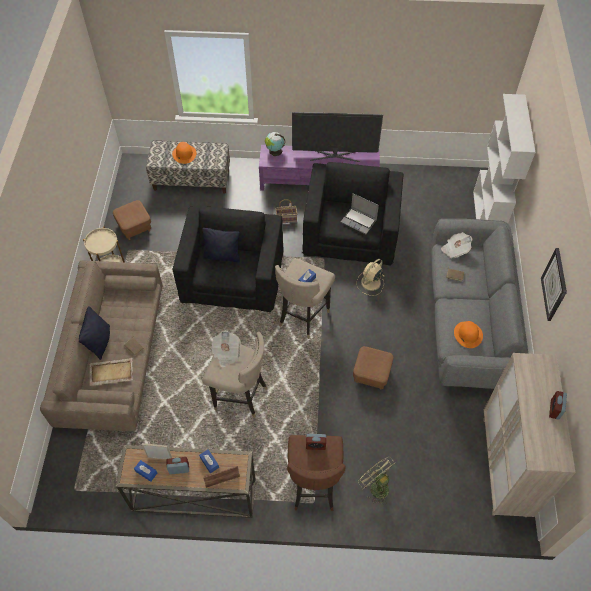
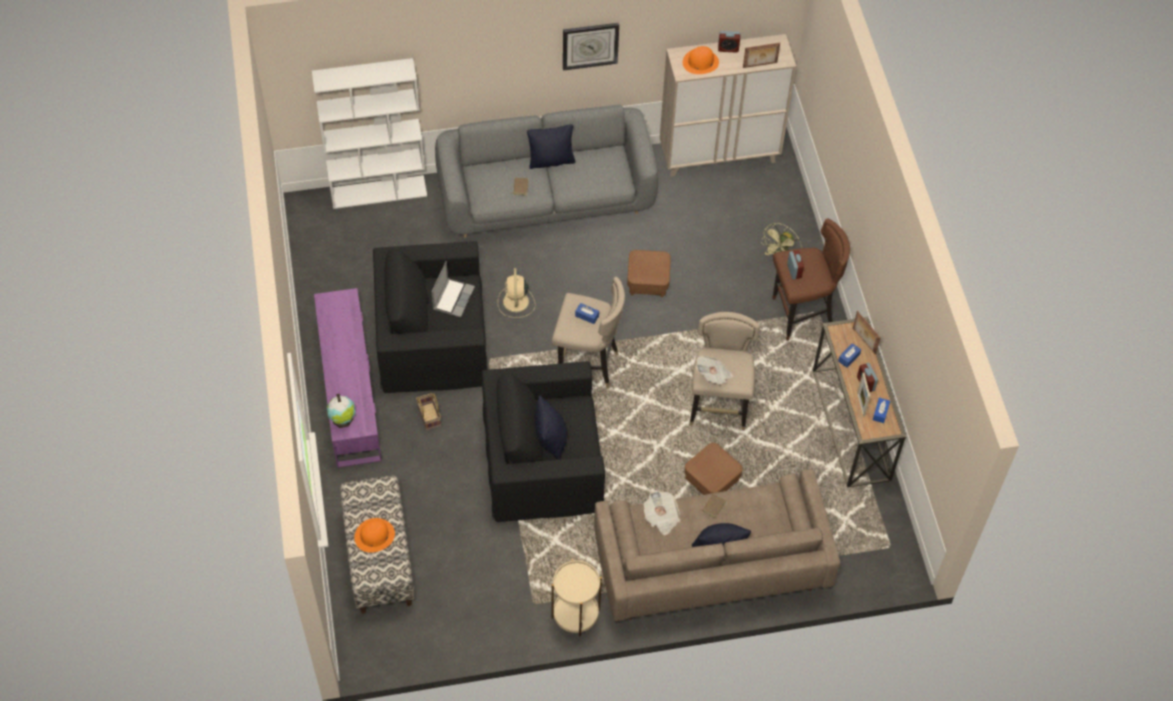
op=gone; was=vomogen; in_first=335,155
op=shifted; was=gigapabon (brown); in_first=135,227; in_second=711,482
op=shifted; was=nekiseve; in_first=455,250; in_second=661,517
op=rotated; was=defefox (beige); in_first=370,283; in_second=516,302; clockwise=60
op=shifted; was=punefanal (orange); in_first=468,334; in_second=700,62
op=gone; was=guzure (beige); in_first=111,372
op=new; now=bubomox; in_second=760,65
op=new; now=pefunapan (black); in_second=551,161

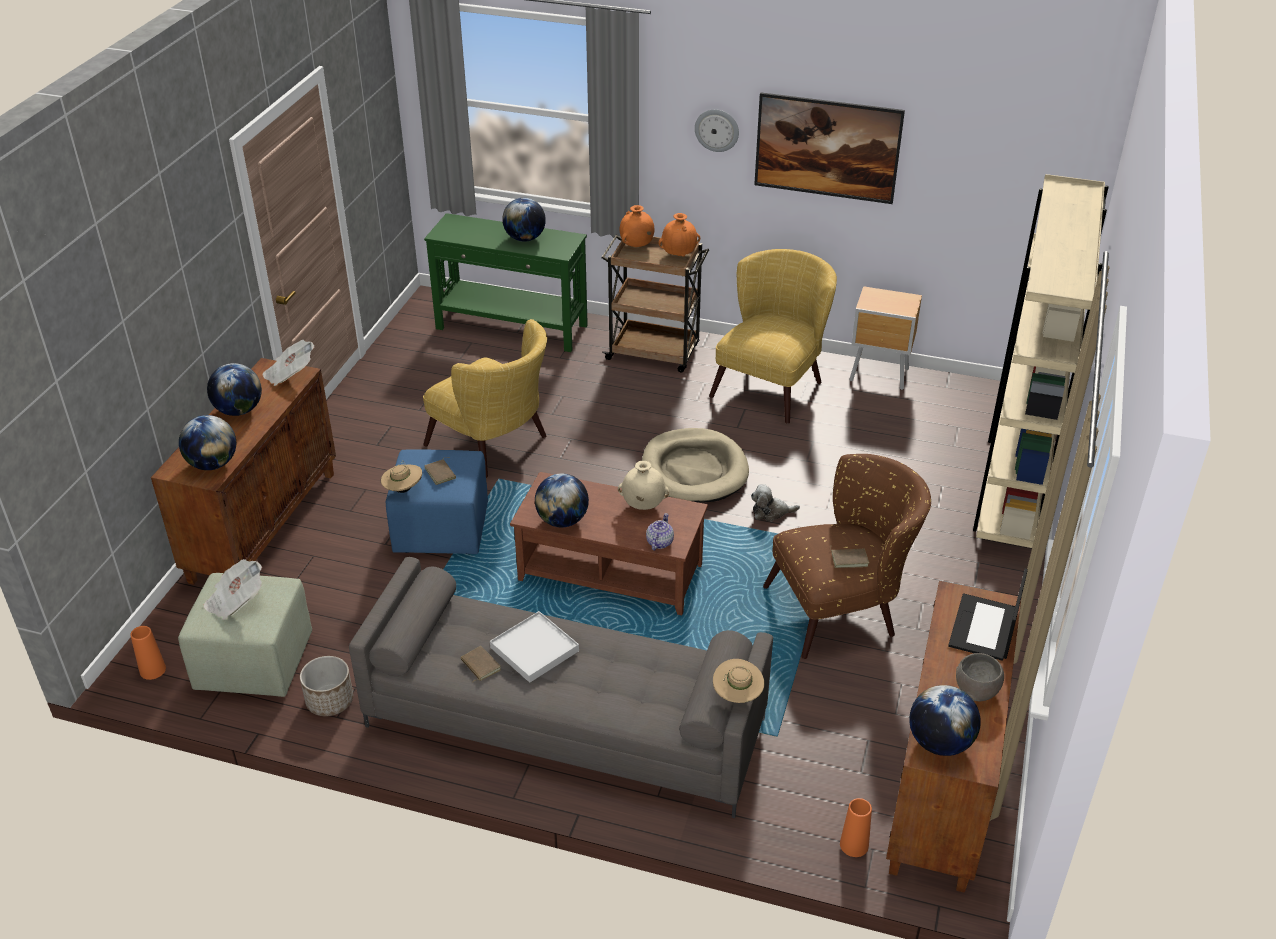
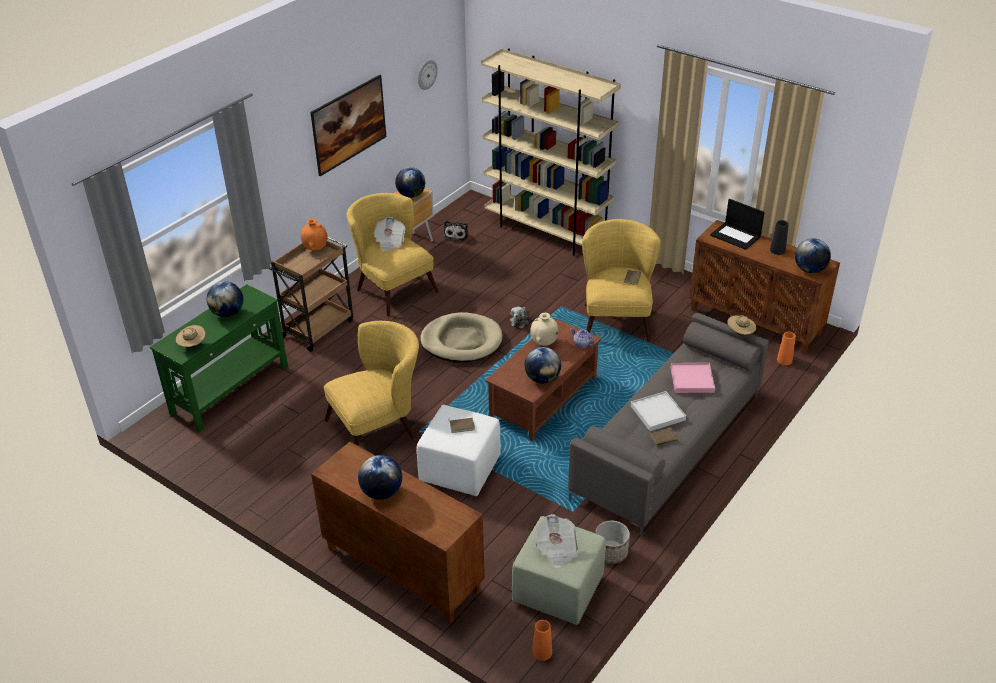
op=shifted; was=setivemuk; in_first=717,130; in_second=426,74
op=gone; was=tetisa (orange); in_first=636,246
op=shifted; was=nekiseve; in_first=290,374; in_second=390,242
op=shifted; was=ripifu; in_first=213,464; in_second=411,195
op=repainted; was=gigapabon (blue); now=gigapabon (white); in_first=440,530; in_second=460,470
op=repainted; was=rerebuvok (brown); now=rerebuvok (yellow); in_first=842,609; in_second=616,317
op=shifted; was=punefanal (beige); in_first=403,489; in_second=192,345
op=swapped; was=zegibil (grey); now=tetisa (black); in_first=976,690; in_second=777,250
op=new; now=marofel; in_second=456,234
op=new; now=guzure (pink); in_second=692,380

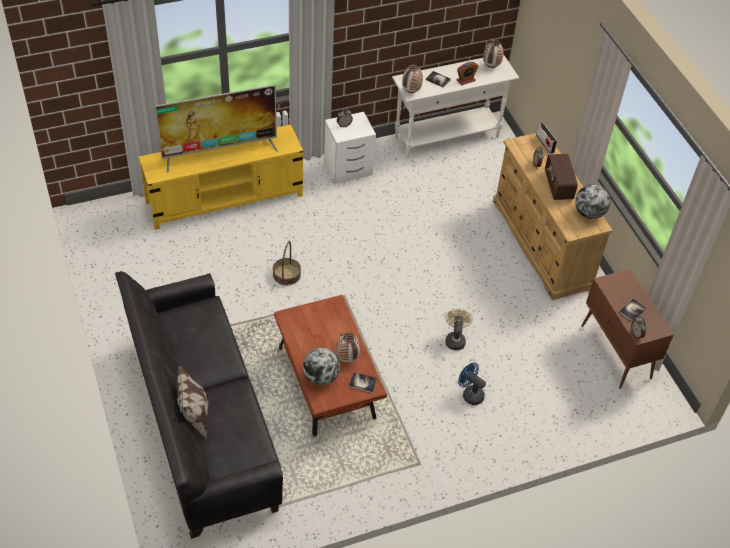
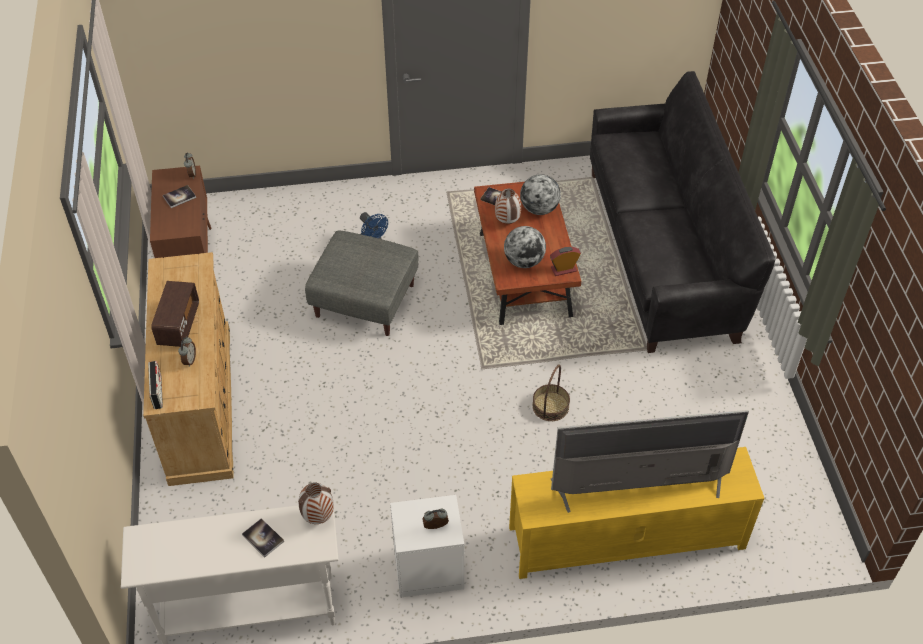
op=gone; was=tetisa; in_first=491,67
op=shifted; was=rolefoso; in_first=466,80; in_second=564,269
op=shifted; was=ripifu; in_first=589,213; in_second=523,261
op=swapped; was=defefox (beige); now=gigapabon (grey); in_first=455,339; in_second=365,300
op=gone; was=pefunapan; in_first=195,417

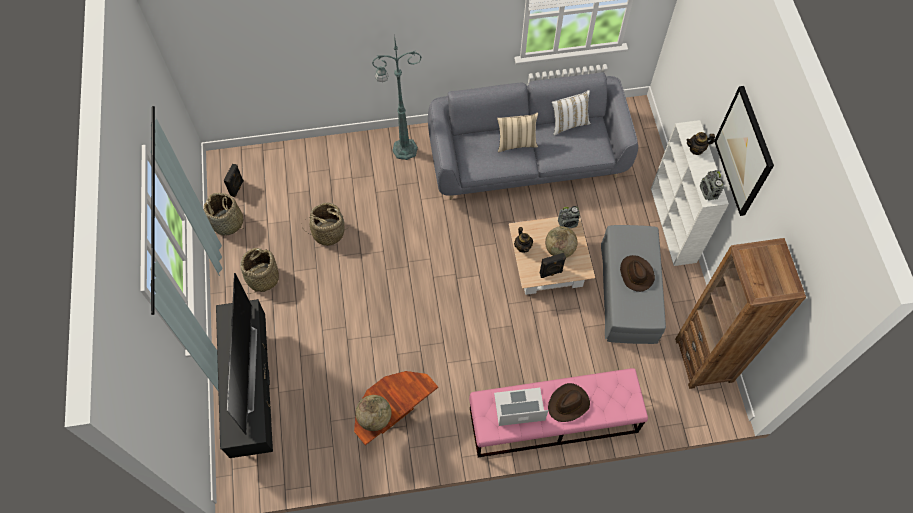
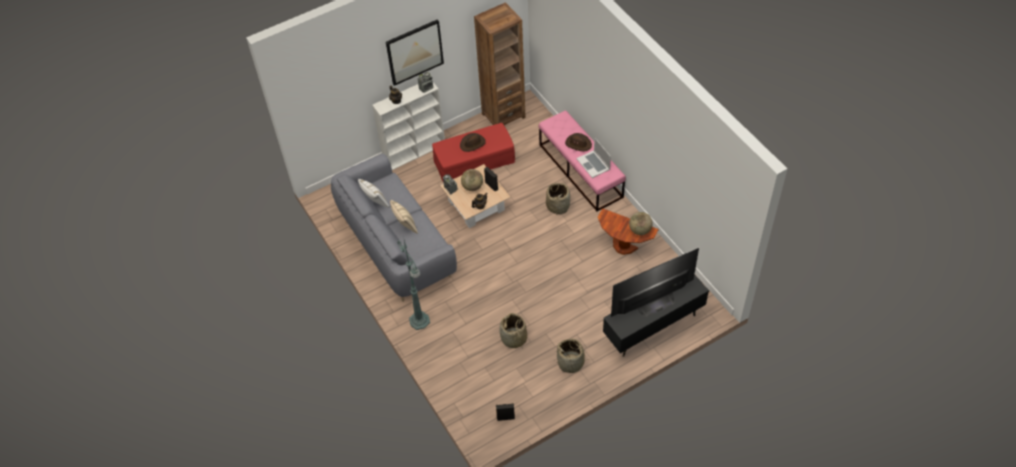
op=shifted; was=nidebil; in_first=228,223; in_second=558,206
op=repainted; was=gigapabon (grey); now=gigapabon (red); in_first=629,290; in_second=474,160

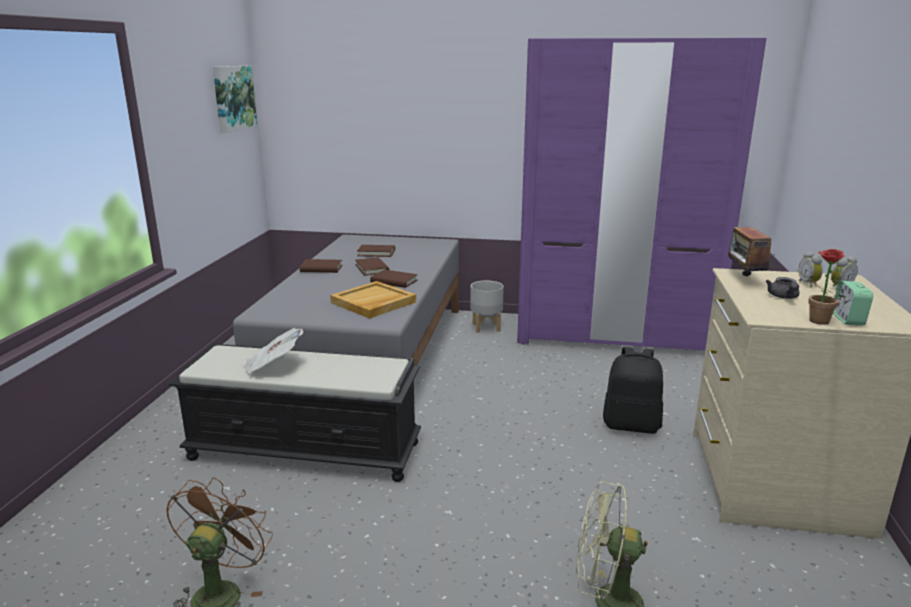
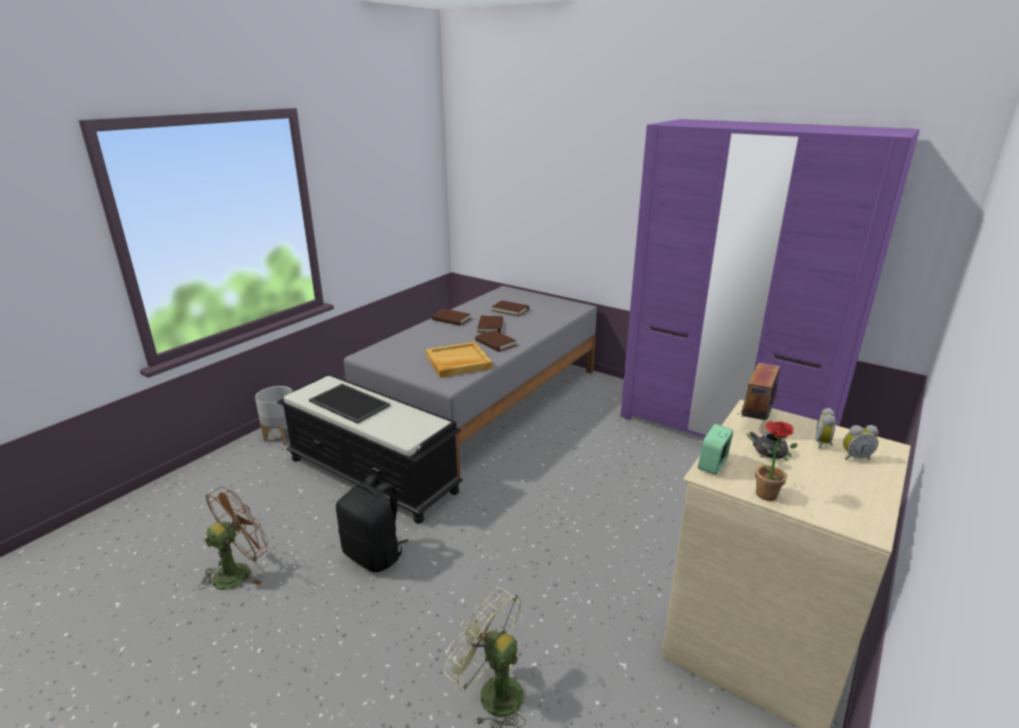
op=gone; was=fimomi; in_first=233,98
op=shifted; was=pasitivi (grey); in_first=486,327; in_second=282,436
op=shifted; was=rolefoso; in_first=848,319; in_second=713,465
op=swapped; was=nekiseve; now=guzure; in_first=272,366; in_second=348,403
op=shifted; was=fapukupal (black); in_first=631,425; in_second=374,555

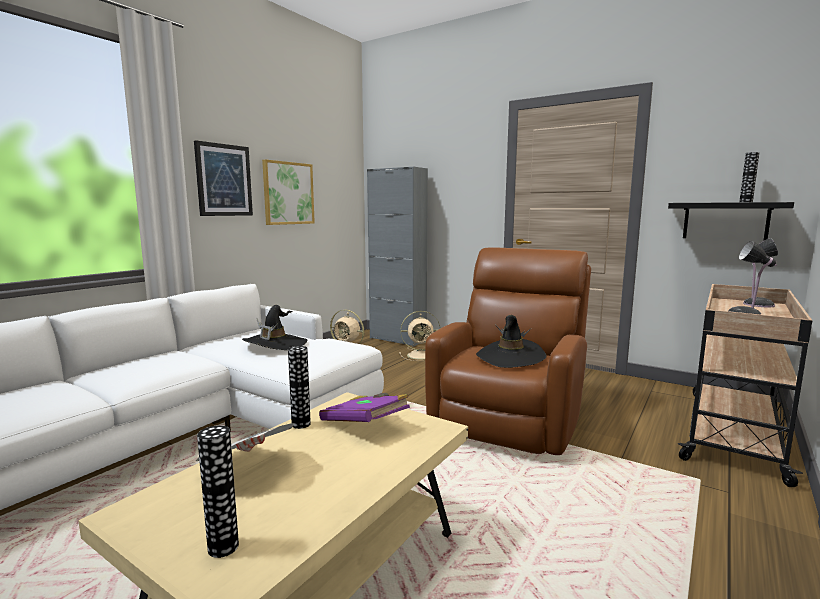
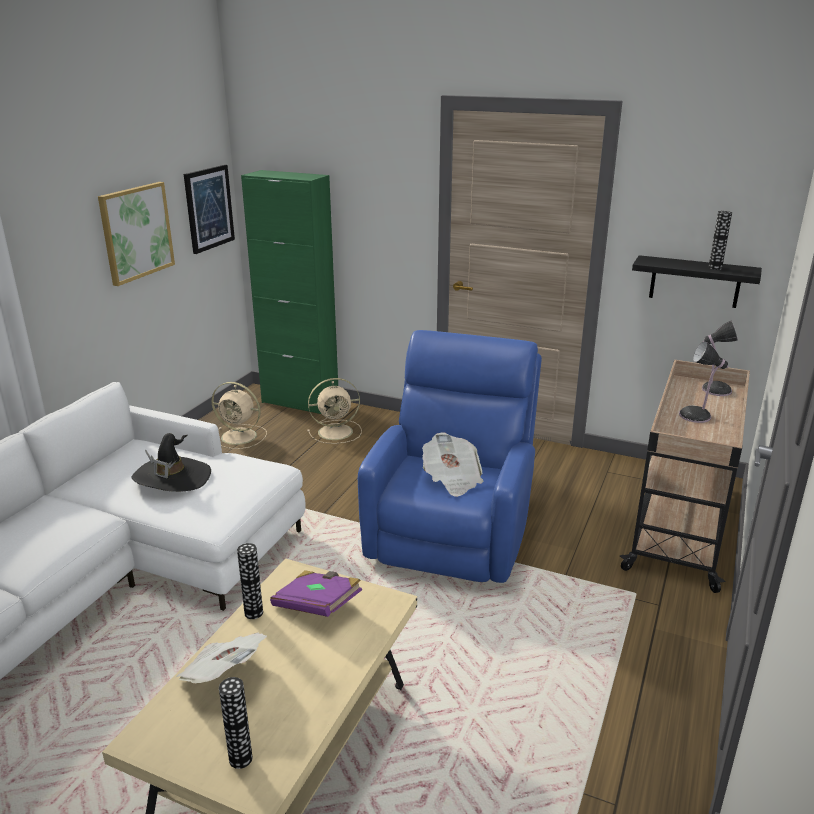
op=shifted; was=fimomi; in_first=224,180; in_second=209,208
op=repainted; was=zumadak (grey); now=zumadak (green); in_first=397,339; in_second=300,402
op=repainted; was=rerebuvok (brown); now=rerebuvok (blue); in_first=510,420; in_second=452,533
op=swapped; was=punefanal (black); now=nekiseve; in_first=510,357; in_second=452,479

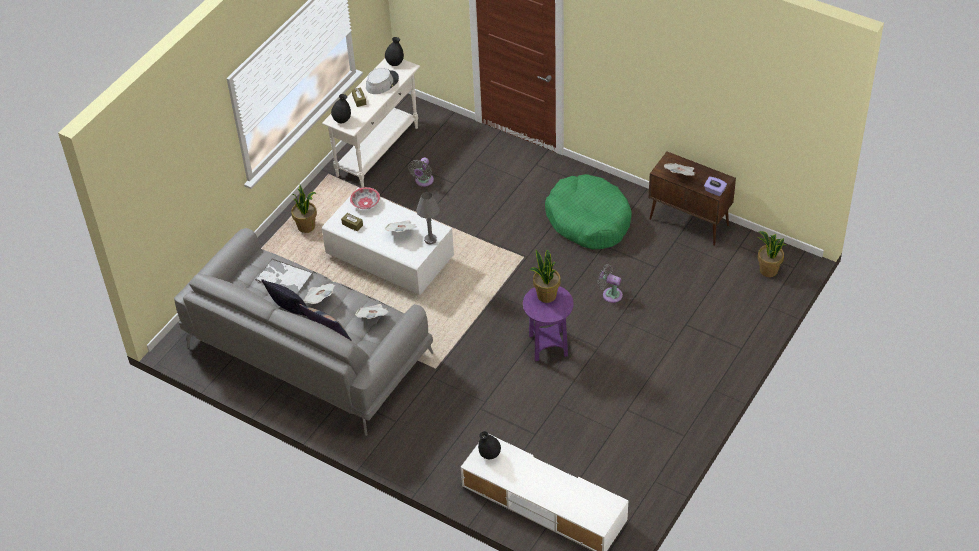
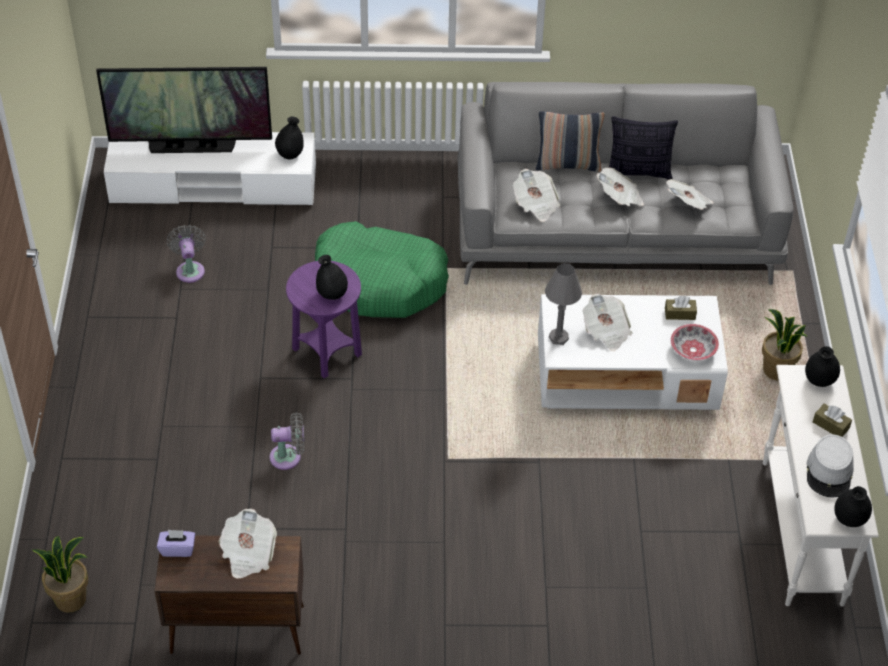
op=shifted; was=defefox (grey); in_first=423,181; in_second=190,269
op=shifted; was=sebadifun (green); in_first=588,220; in_second=380,282
op=swapped; was=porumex; now=tetisa (black); in_first=546,295; in_second=332,294
op=swapped; was=guzure; now=nekiseve; in_first=284,277; in_second=688,204
op=new; now=vomogen; in_second=191,146

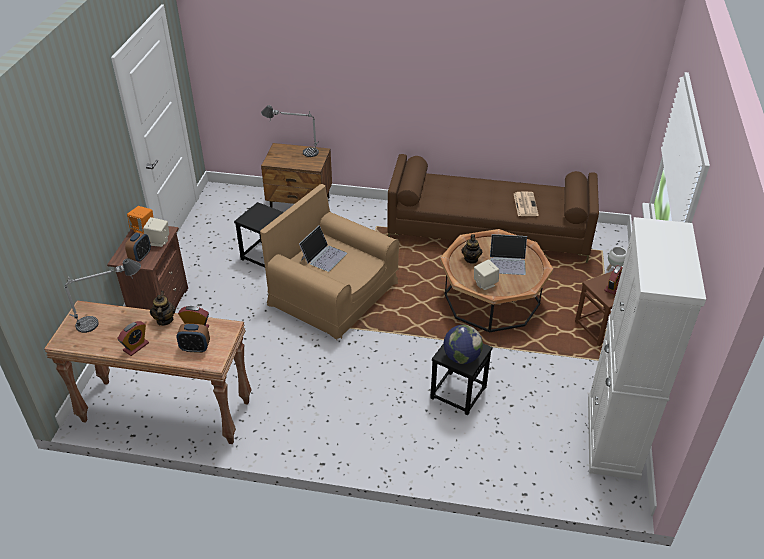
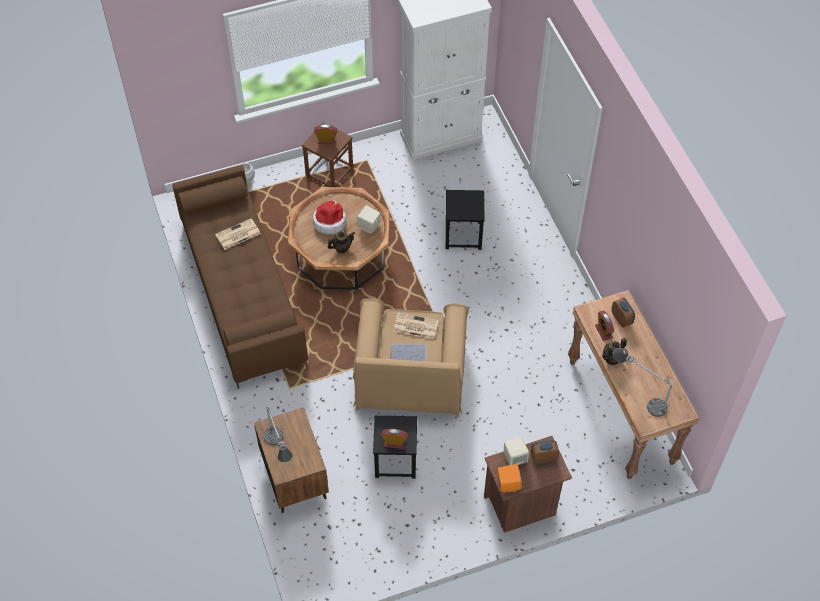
op=swapped; was=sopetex; now=punefanal; in_first=507,262; in_second=329,221
op=shifted; was=rolefoso; in_first=136,347; in_second=394,443
op=gone; was=ripifu; in_first=461,357
op=new; now=nekiseve; in_second=415,326

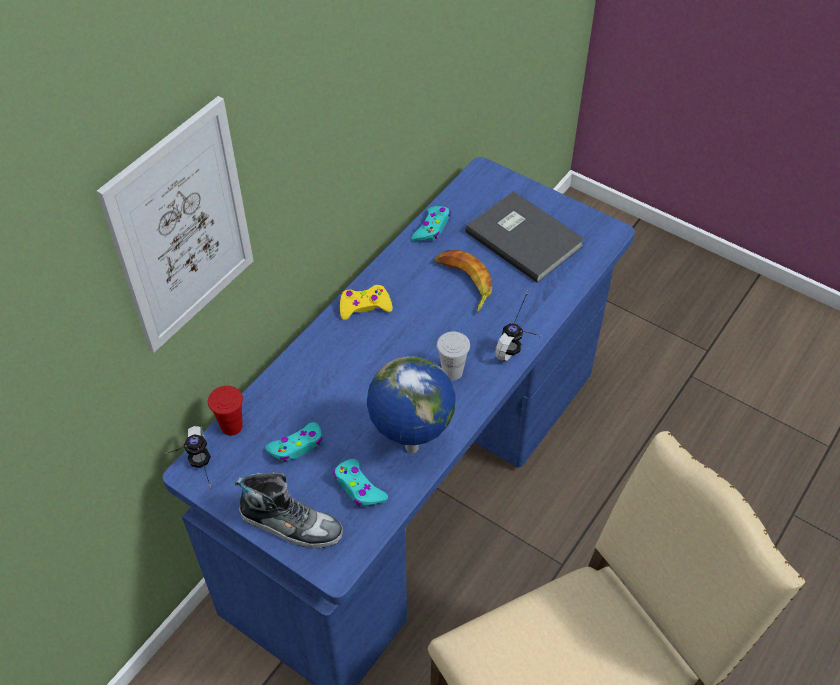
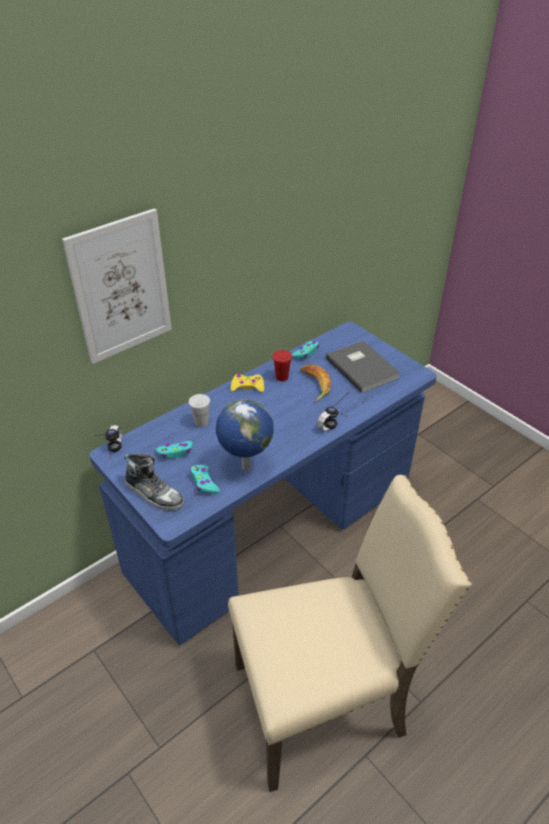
op=shifted; was=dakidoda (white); in_first=452,372; in_second=201,422
op=shifted; was=dakidoda (red); in_first=231,426; in_second=282,377

